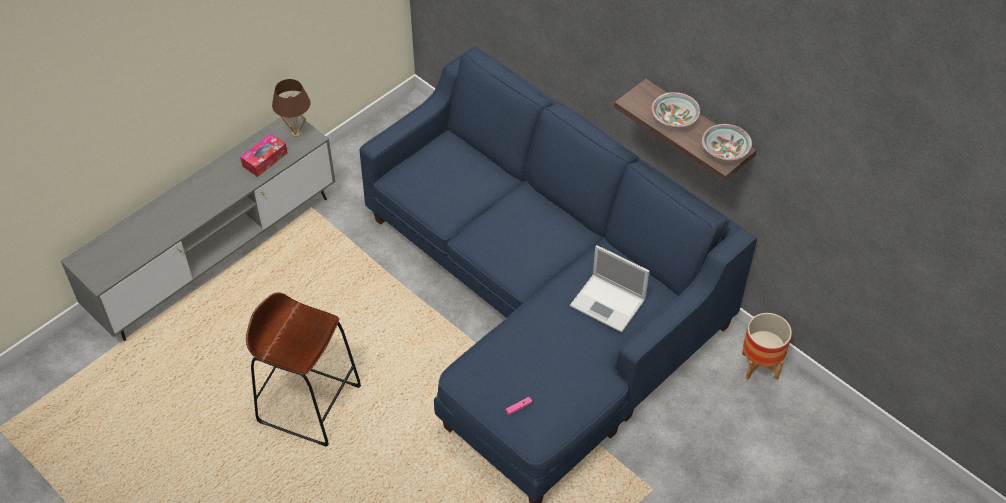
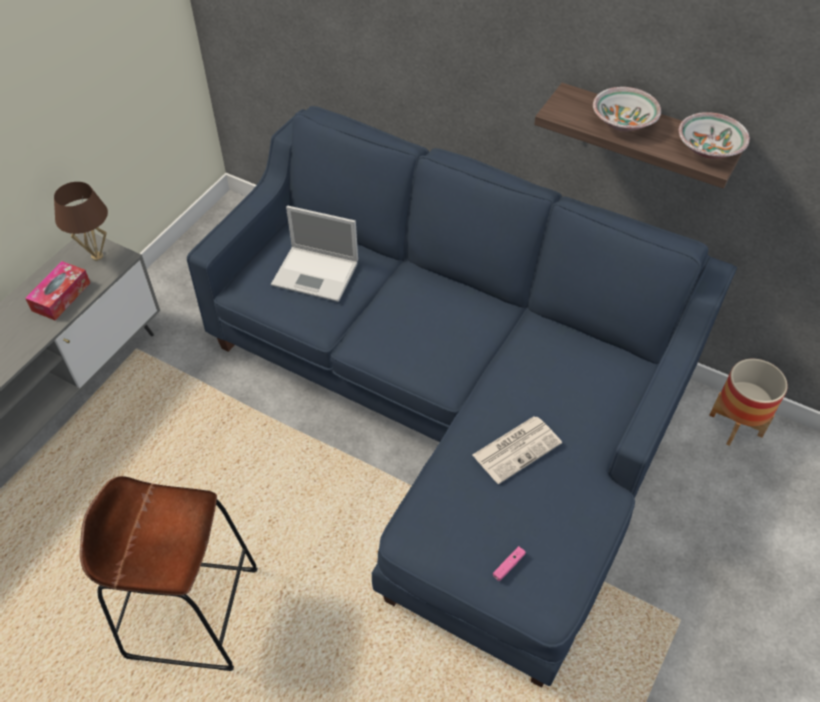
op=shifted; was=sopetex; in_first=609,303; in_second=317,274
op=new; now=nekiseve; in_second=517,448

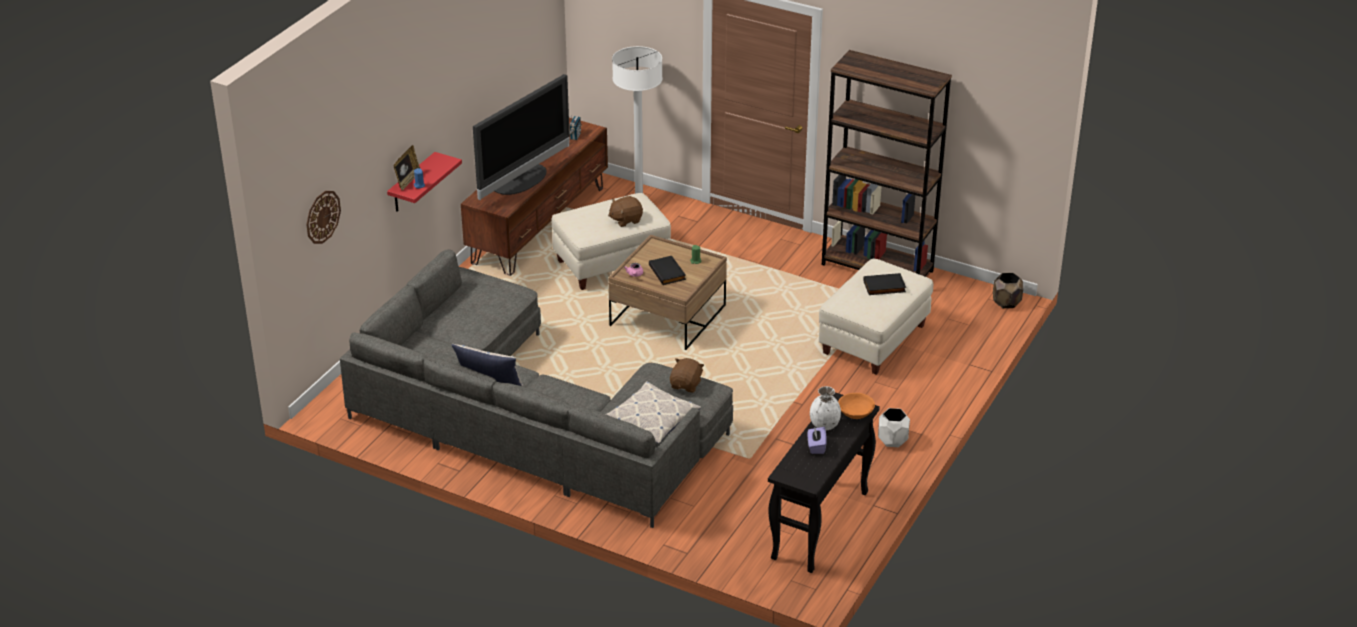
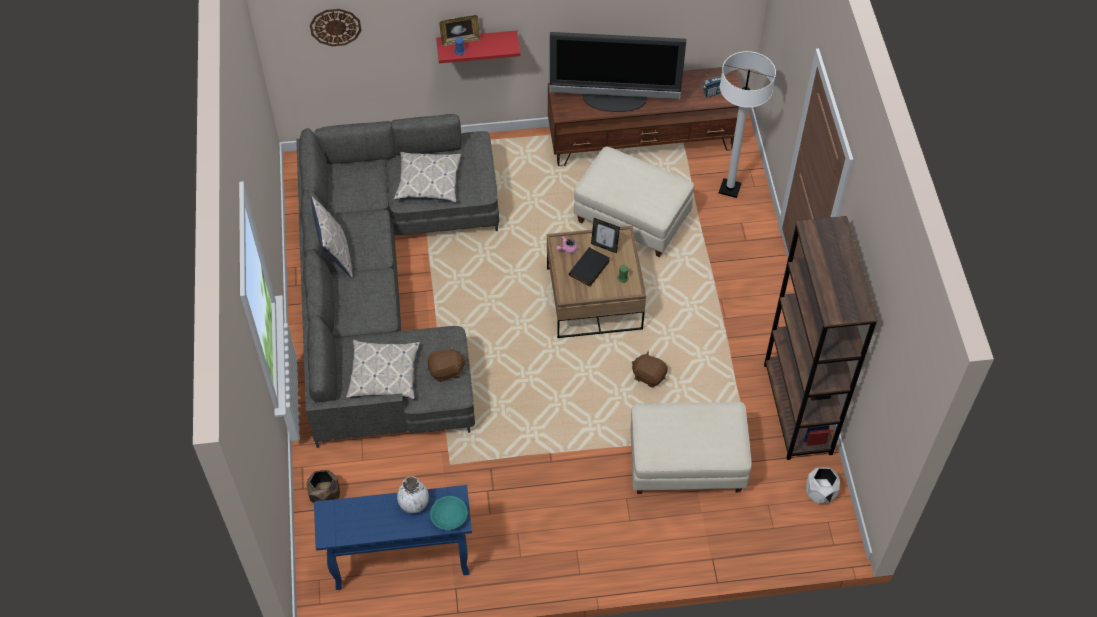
op=shifted; was=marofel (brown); in_first=625,220; in_second=649,375
op=gone; was=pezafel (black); in_first=884,287
op=shifted; was=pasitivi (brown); in_first=1006,302; in_second=325,495
op=repainted; was=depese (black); now=depese (blue); in_first=820,526; in_second=400,563
op=repainted; was=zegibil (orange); now=zegibil (turquoise); in_first=855,412; in_second=449,517
op=shifted; was=pasitivi (white); in_first=892,440; in_second=819,492
op=gone; was=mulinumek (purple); in_first=816,447
op=new; now=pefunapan; in_second=428,182
op=new; now=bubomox; in_second=604,246

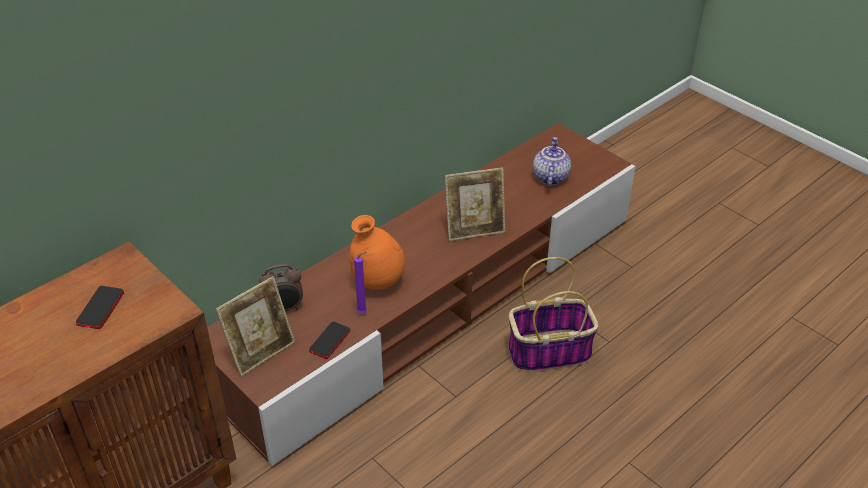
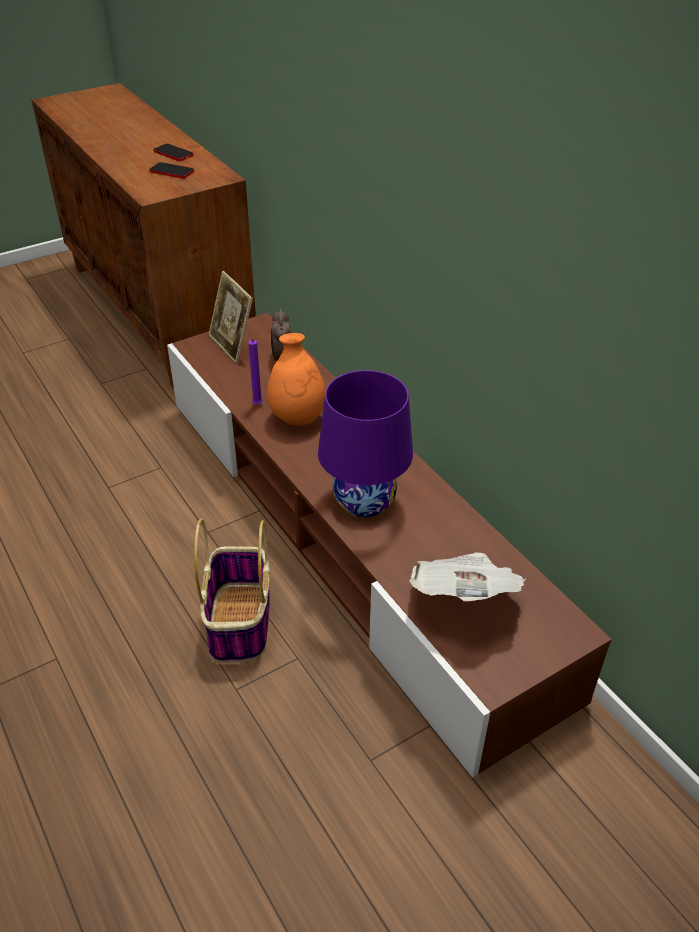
op=swapped; was=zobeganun; now=nekiseve; in_first=549,177; in_second=463,596
op=swapped; was=bubomox; now=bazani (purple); in_first=474,230; in_second=364,501
op=shifted; was=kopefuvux; in_first=329,341; in_second=173,153

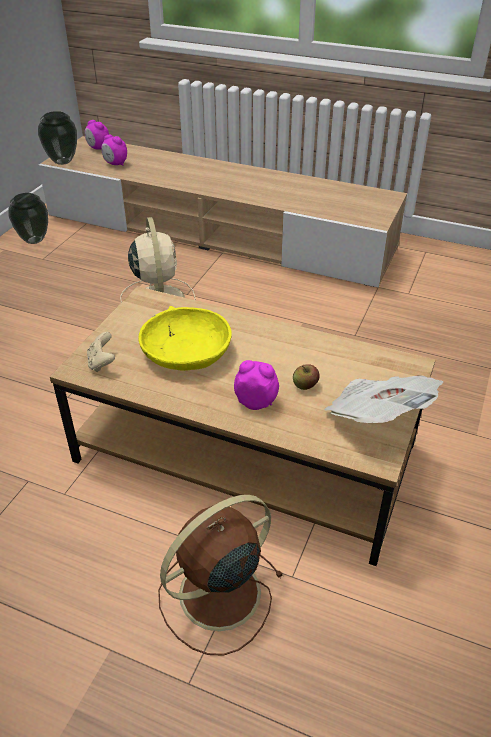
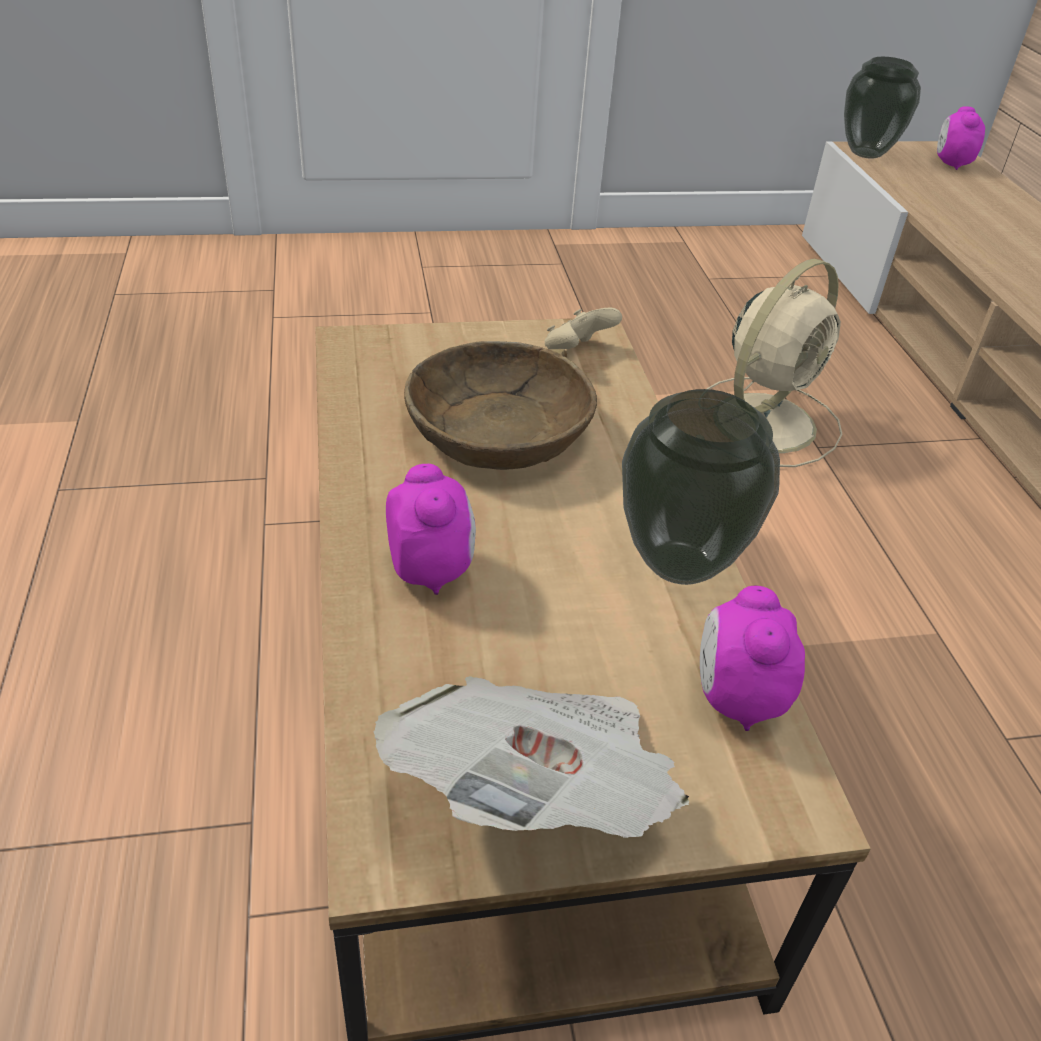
op=shifted; was=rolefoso; in_first=115,164; in_second=736,698
op=shifted; was=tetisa; in_first=35,240; in_second=680,566
op=repainted; was=zegibil (yellow); now=zegibil (brown); in_first=185,351; in_second=498,429
op=shifted; was=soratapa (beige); in_first=102,363; in_second=576,353
op=gone; was=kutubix; in_first=305,385
op=gone; was=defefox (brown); in_first=216,595

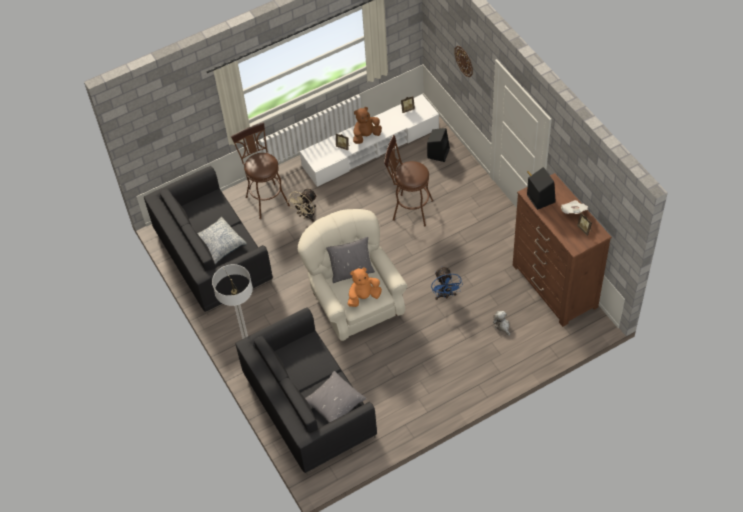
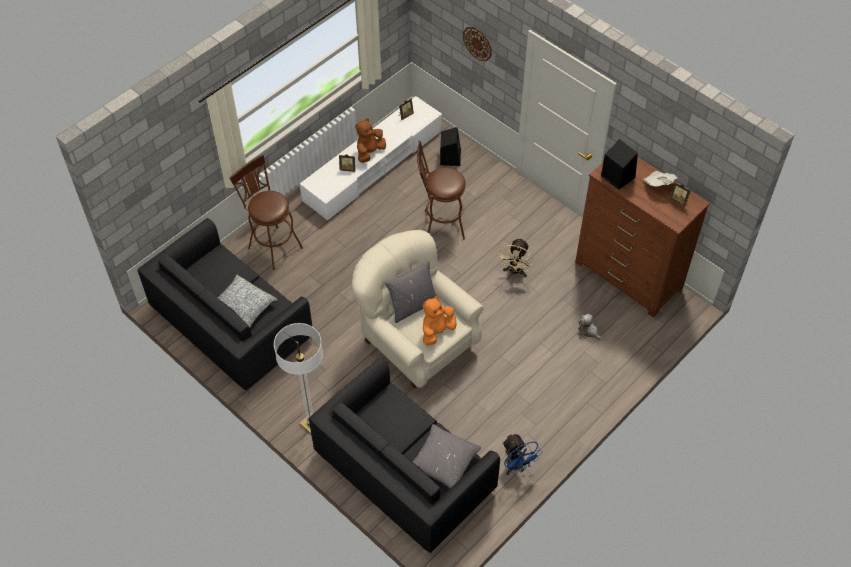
op=shifted; was=defefox (beige); in_first=306,216; in_second=515,271
op=shifted; was=defefox (blue); in_first=445,295; in_second=517,466

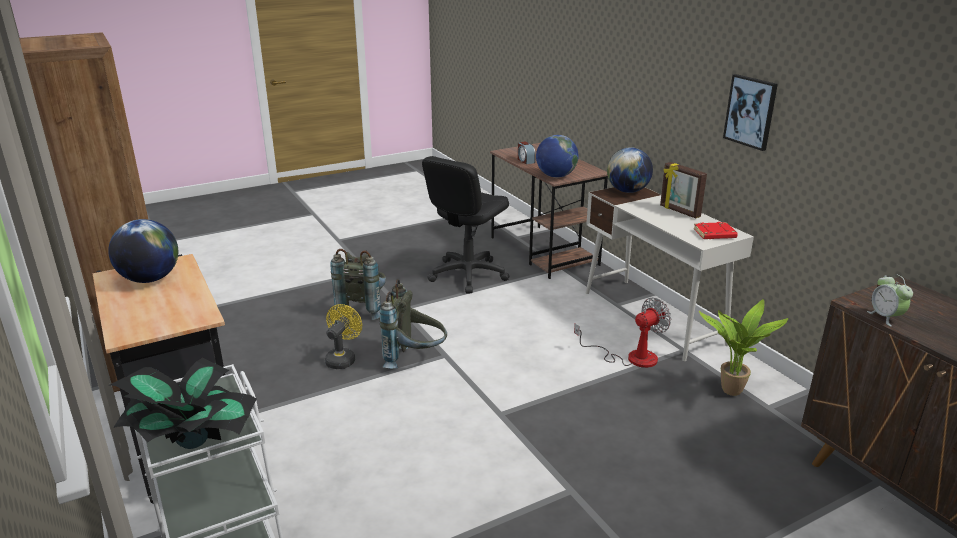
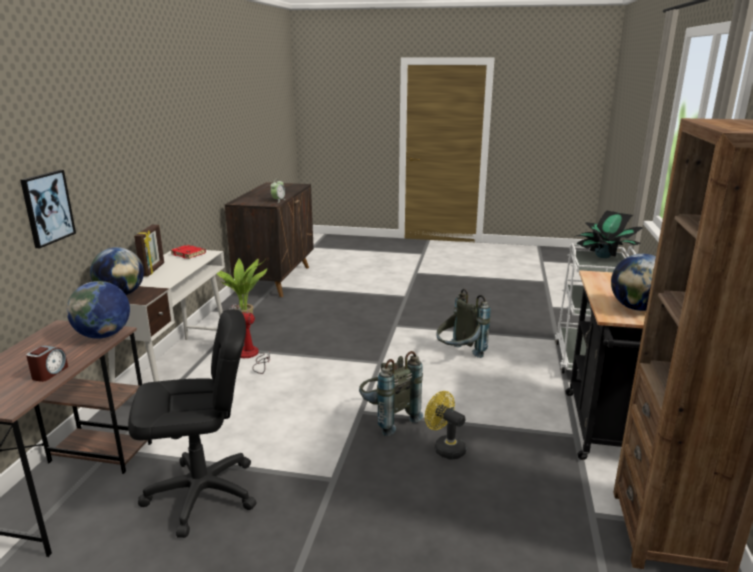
op=shifted; was=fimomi; in_first=750,111; in_second=47,208
op=shifted; was=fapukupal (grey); in_first=363,308; in_second=459,356
op=rotated; was=defefox (yellow); in_first=342,358; in_second=445,448; clockwise=75

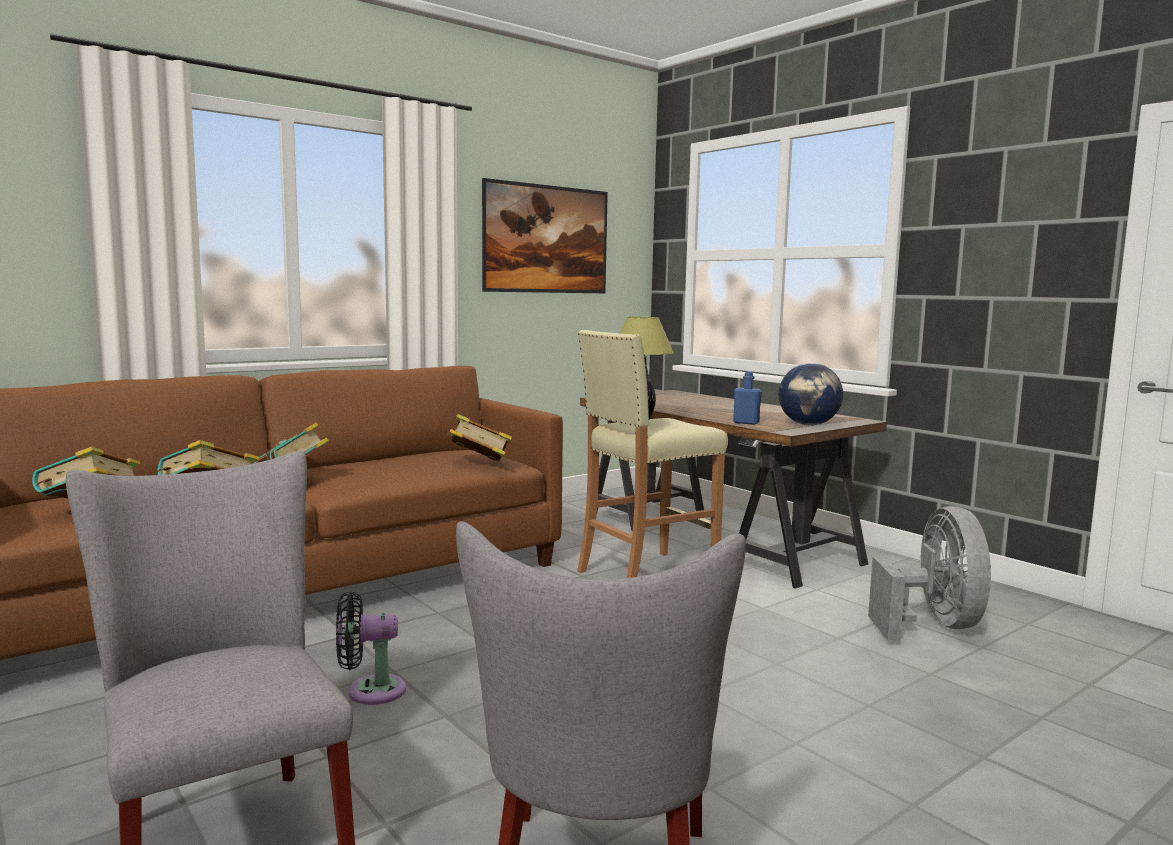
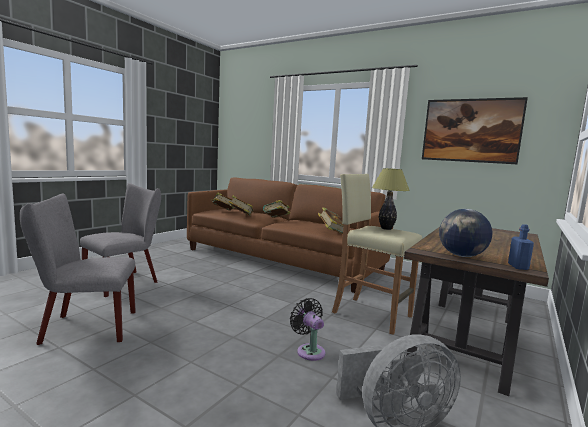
op=shifted; was=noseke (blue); in_first=746,423; in_second=518,267
op=shifted; was=defefox (black); in_first=370,691; in_second=309,351

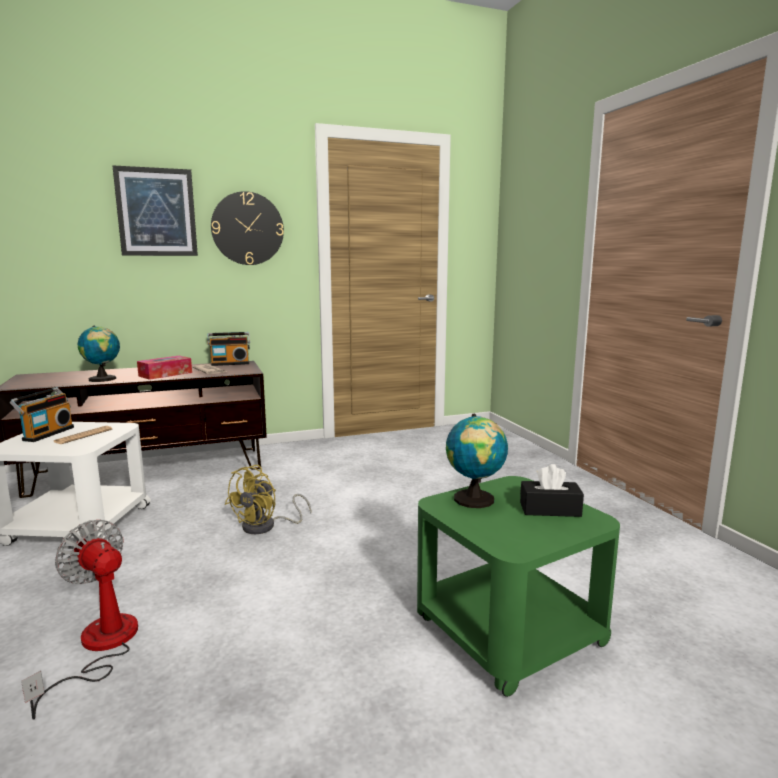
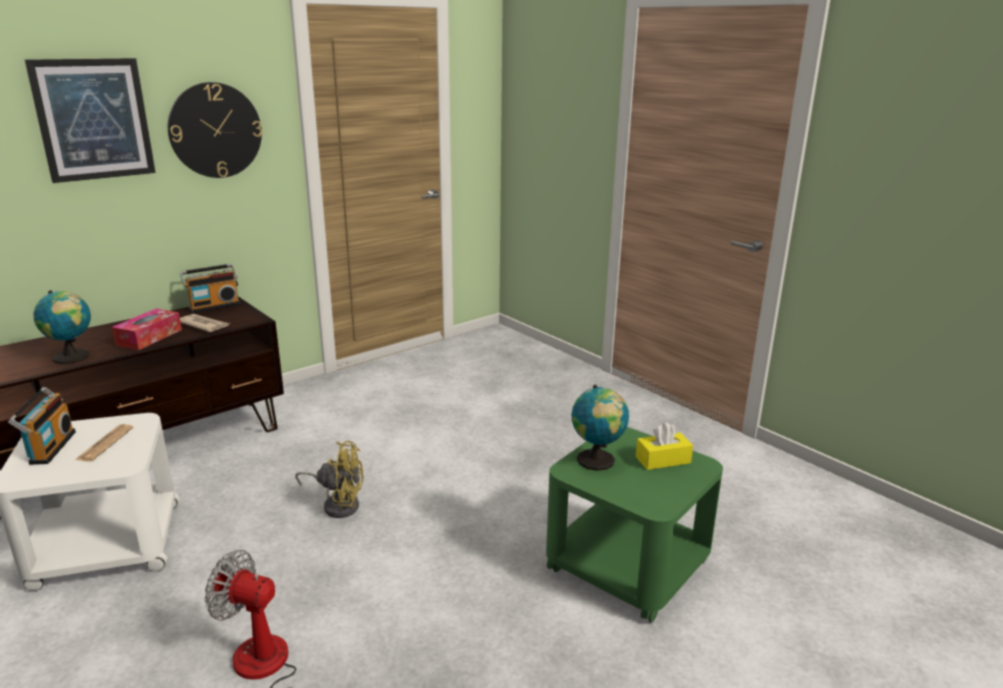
op=repainted; was=mulinumek (black); now=mulinumek (yellow); in_first=550,509; in_second=663,460
op=rotated; was=defefox (yellow); in_first=266,526; in_second=338,504; clockwise=-90

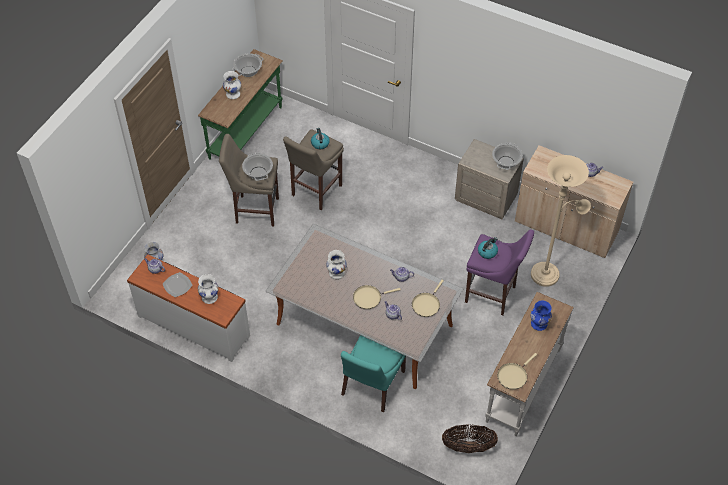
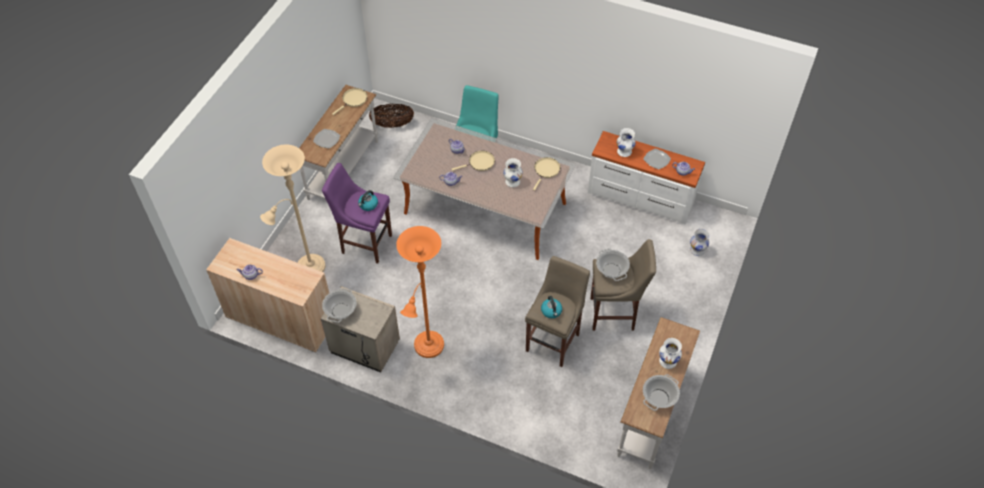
op=repainted; was=depese (green); now=depese (white); in_first=246,133; in_second=650,413
op=shifted; was=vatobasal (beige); in_first=426,304; in_second=546,170
op=swapped; was=tetisa (blue); now=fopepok; in_first=539,323; in_second=327,139
op=new; now=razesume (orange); in_second=427,348

